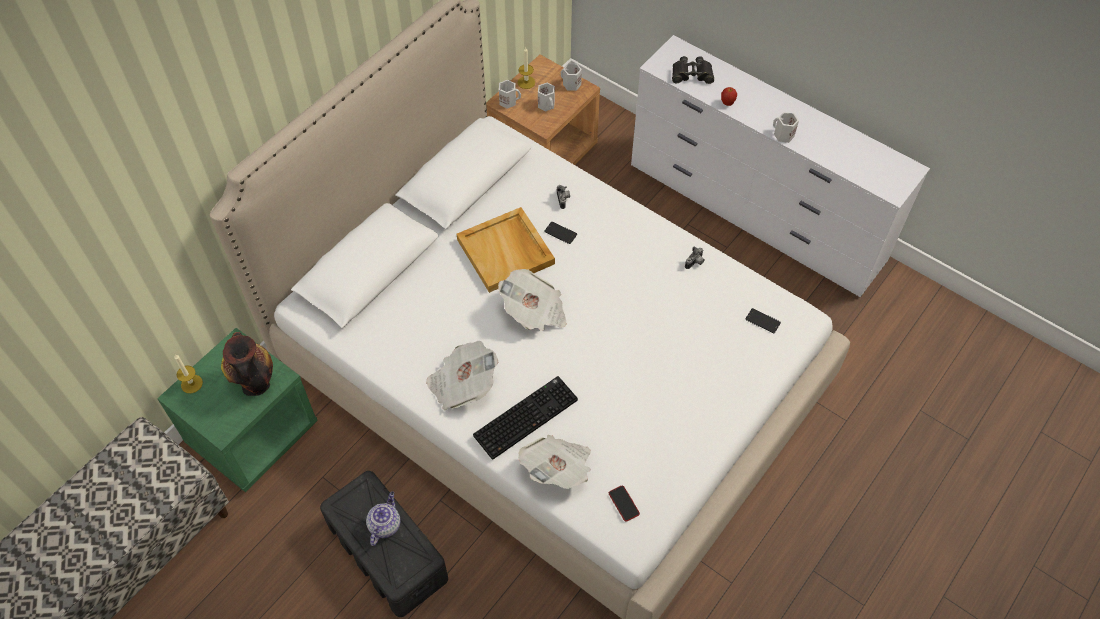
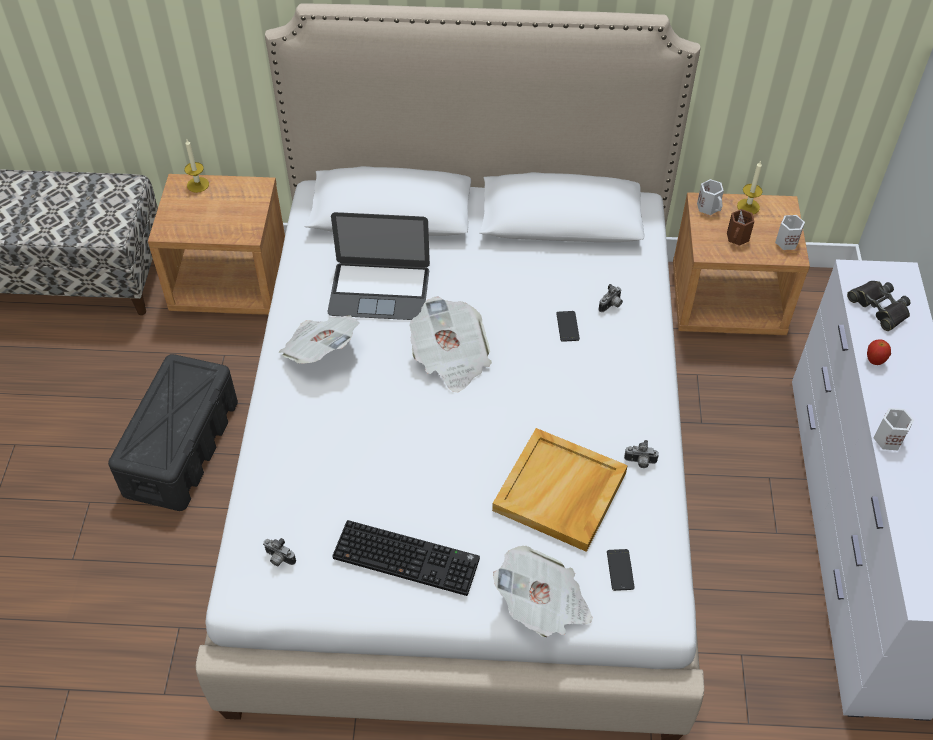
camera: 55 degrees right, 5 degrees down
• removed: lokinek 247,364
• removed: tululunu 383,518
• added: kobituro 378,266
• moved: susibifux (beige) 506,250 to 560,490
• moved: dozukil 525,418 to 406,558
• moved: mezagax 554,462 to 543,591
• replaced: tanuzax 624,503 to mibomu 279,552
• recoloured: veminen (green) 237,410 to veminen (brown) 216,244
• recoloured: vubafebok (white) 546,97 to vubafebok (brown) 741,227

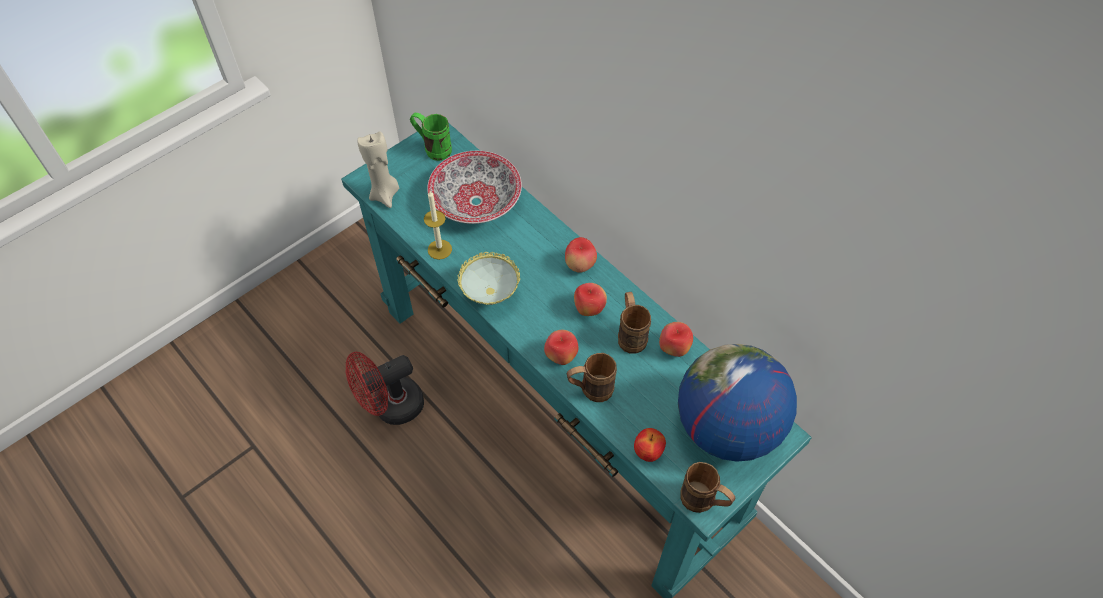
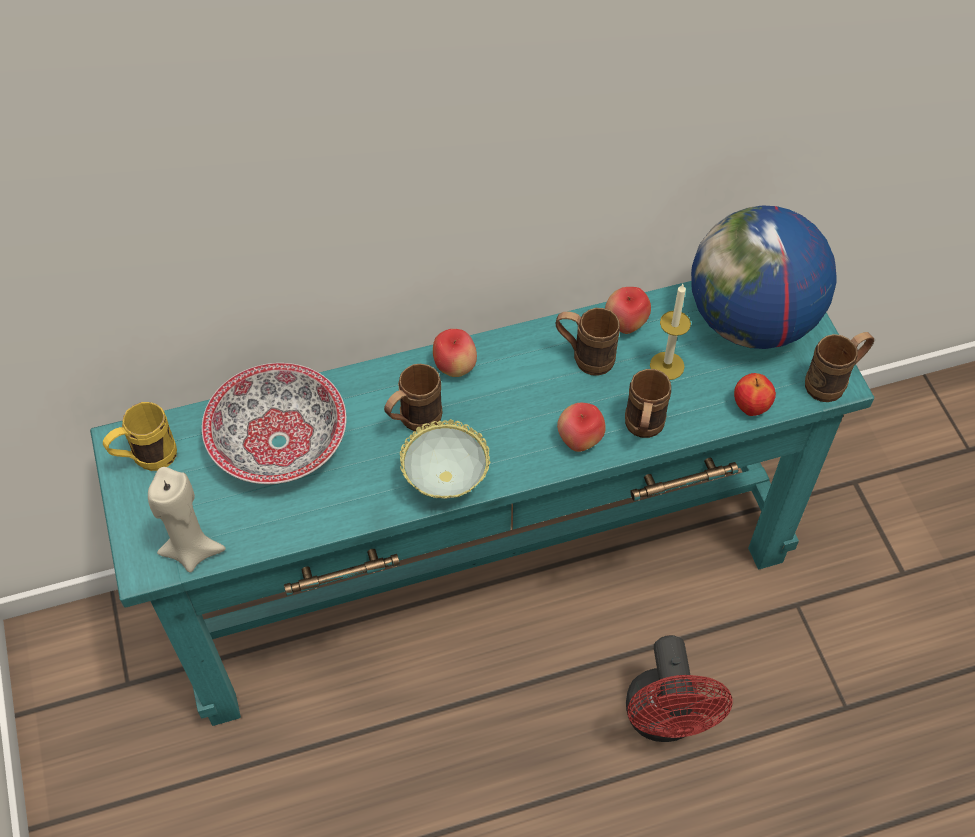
camera: 65 degrees left, 0 degrees up
• removed: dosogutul 590,299
• added: vubafebok (brown) 413,397
• moved: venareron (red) 385,388 to 679,688
• moved: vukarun 438,225 to 670,332
• recoloured: vubafebok (green) 431,137 to vubafebok (yellow) 140,436

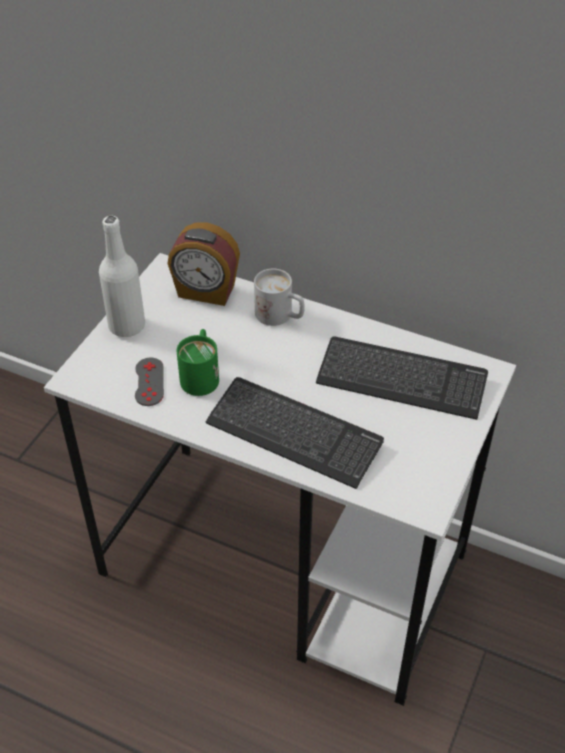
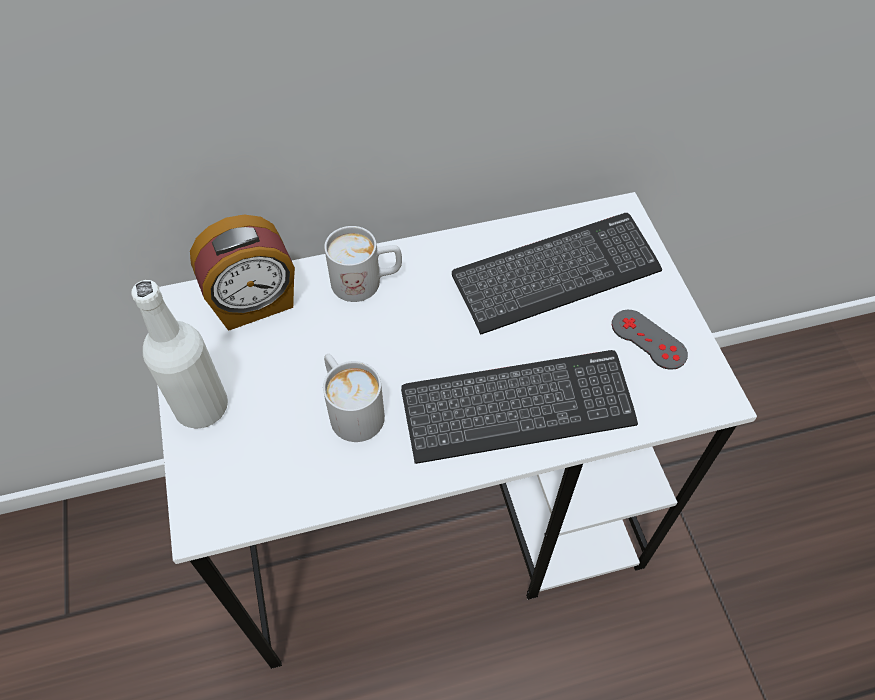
camera: 40 degrees left, 10 degrees up
• moved: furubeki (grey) 149,382 to 650,340
• recoloured: vubafebok (green) 198,362 to vubafebok (white) 354,398

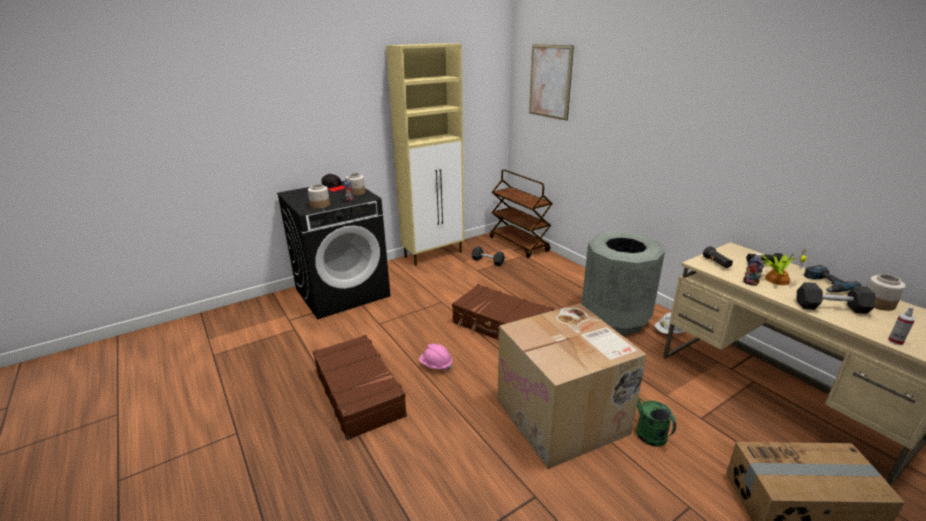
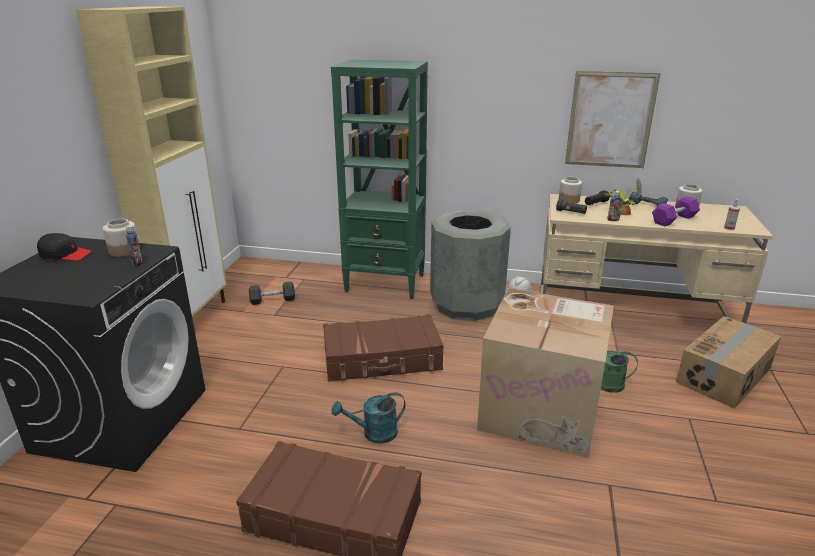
camera: 45 degrees left, 0 degrees up
• removed: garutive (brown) 521,213
• added: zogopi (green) 379,179
• moved: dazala 319,196 to 570,190
• moved: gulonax 551,82 to 612,119
• replaced: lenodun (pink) 435,357 to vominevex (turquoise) 369,418
• recoloured: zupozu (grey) 836,298 to zupozu (purple) 676,211

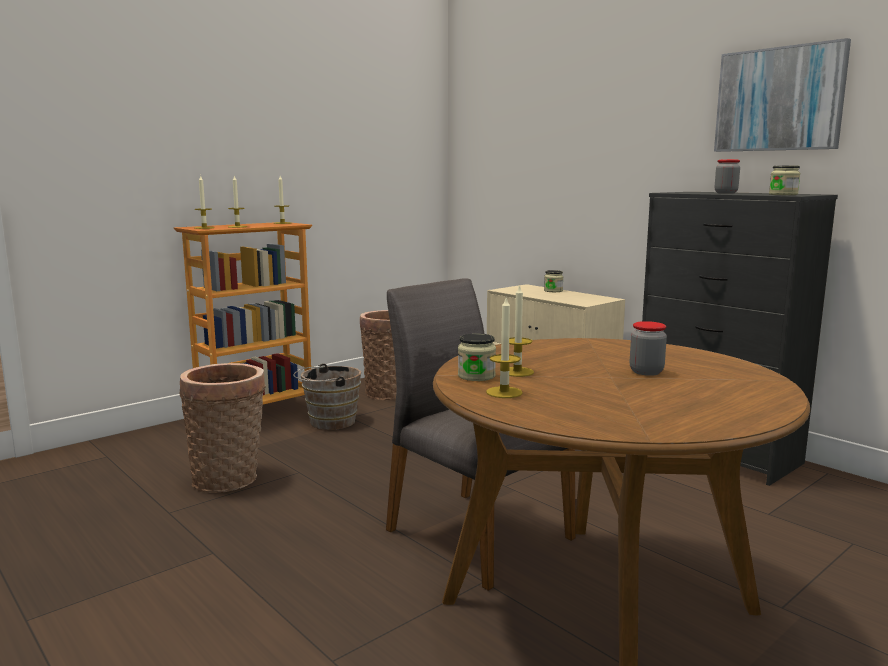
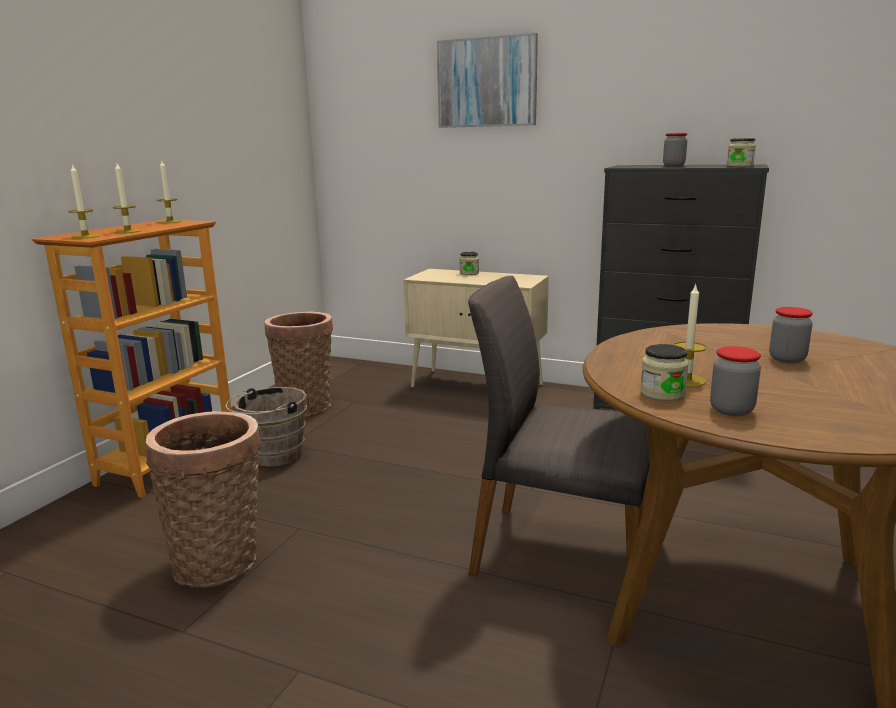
camera: 25 degrees left, 5 degrees up
• moved: gulonax 782,95 to 487,80
• replaced: vukarun 504,348 to dazala 735,381

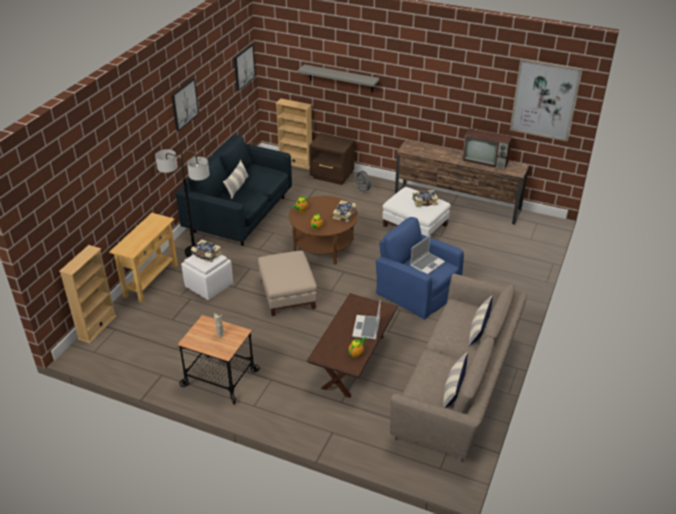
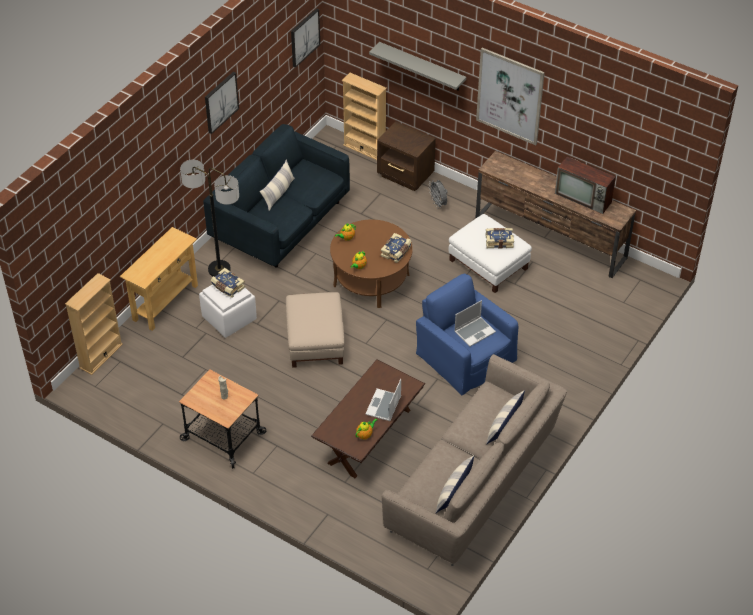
camera: 10 degrees right, 10 degrees up
• moved: gulonax 546,100 to 510,96

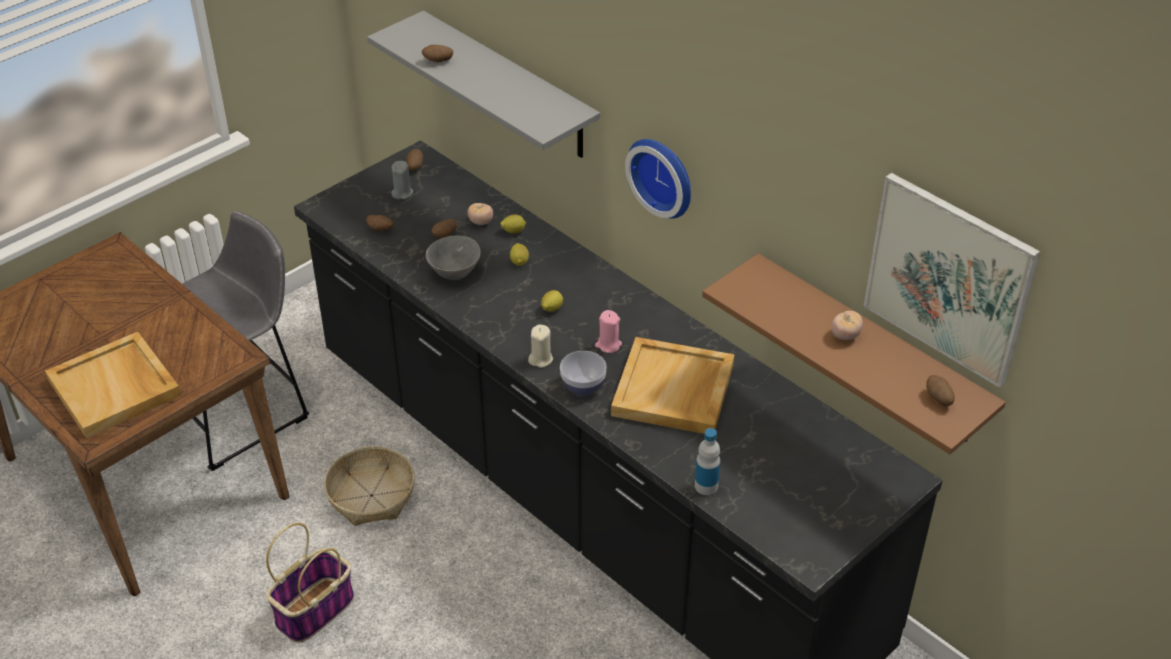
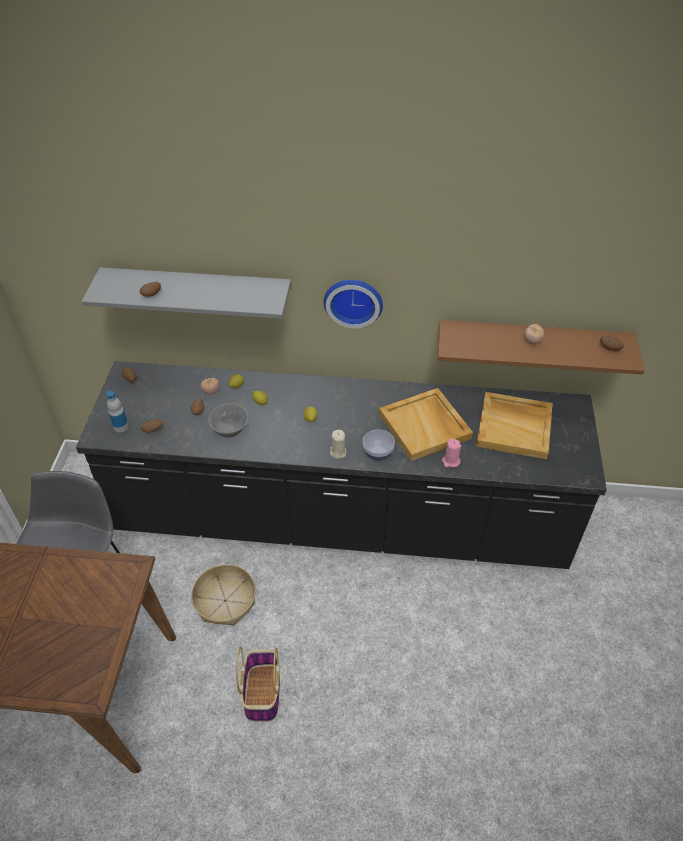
camera: 40 degrees left, 5 degrees up
• removed: vukarun (grey) 402,180
• removed: gulonax 952,280
• moved: susibifux (beige) 113,385 to 514,425
• moved: vukarun (pink) 608,331 to 451,453
• moved: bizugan 707,461 to 117,412

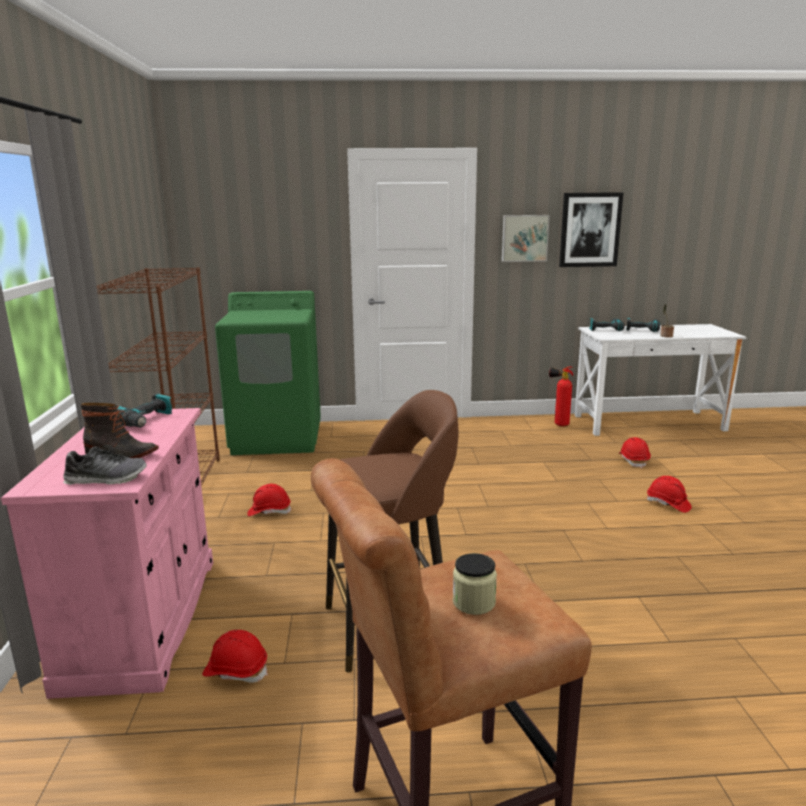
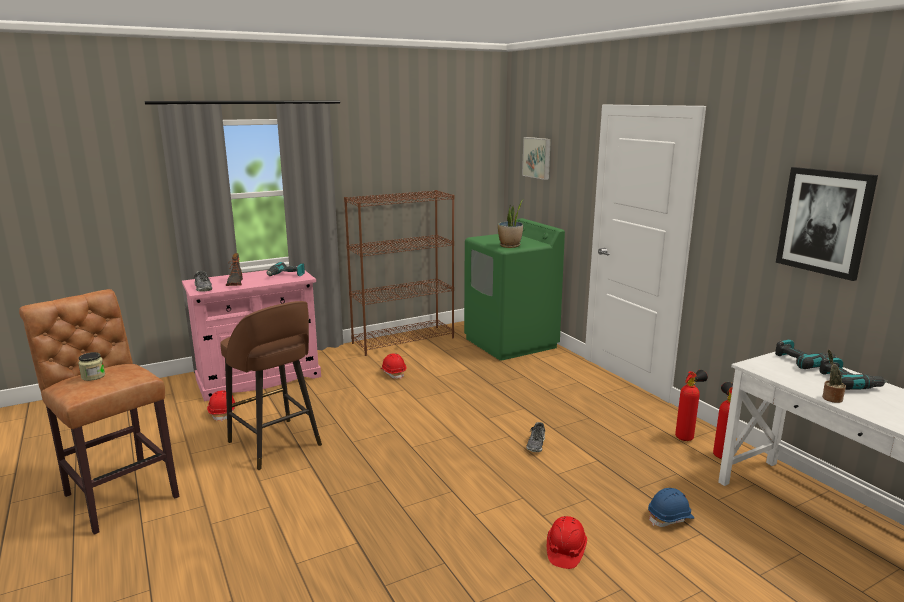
camera: 65 degrees right, 0 degrees up
• added: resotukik 510,224
• added: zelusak 535,437
• added: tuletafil 691,405
• moved: gulonax 526,238 to 536,158
• recoloured: lenodun (red) 635,452 to lenodun (blue) 671,507

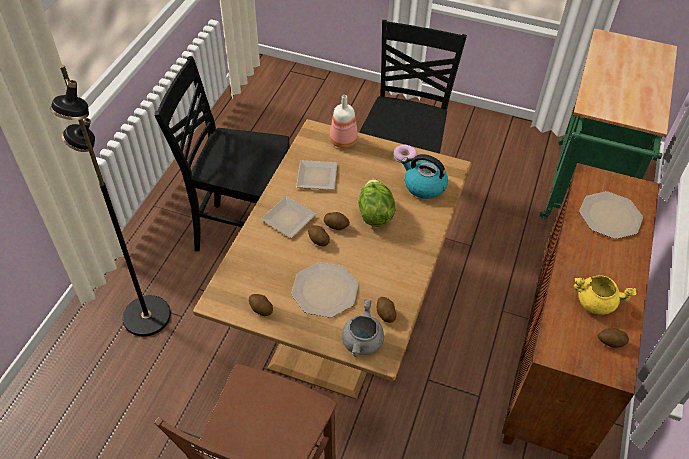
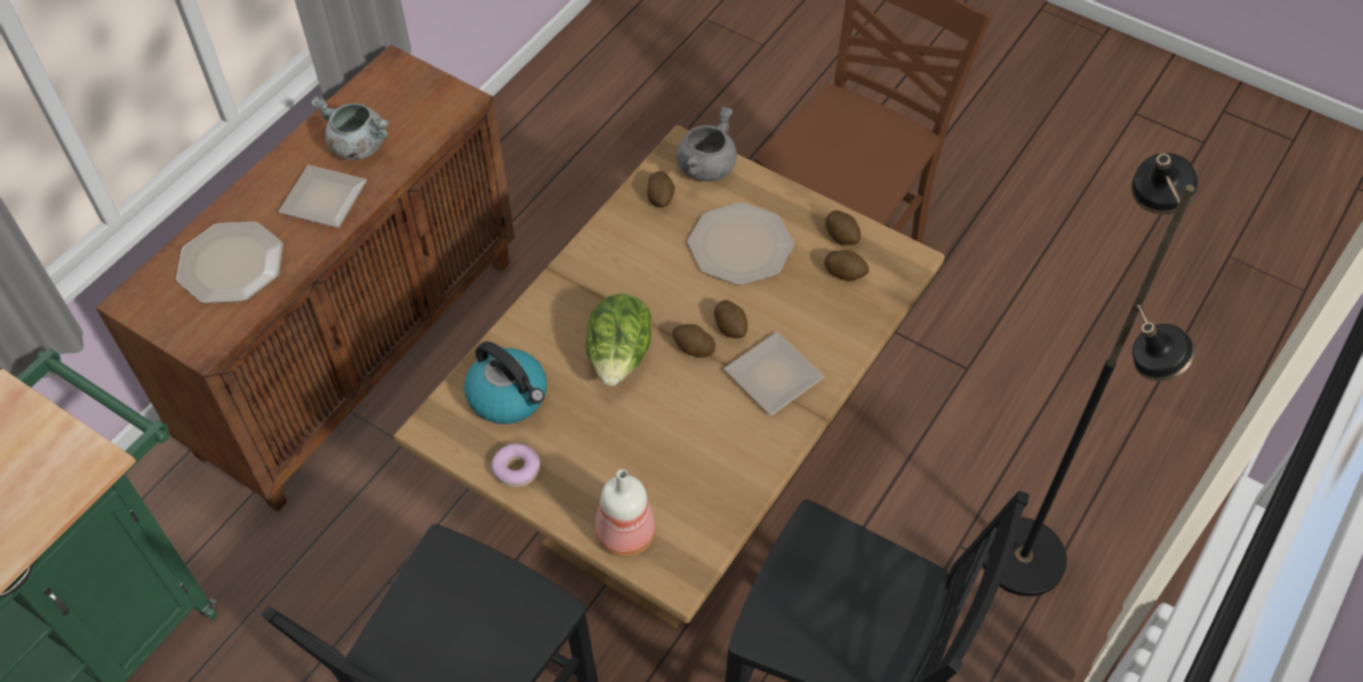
camera: 165 degrees left, 5 degrees up
• moved: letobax 317,175 to 322,196
• moved: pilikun 613,338 to 846,265
• recoloured: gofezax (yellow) 605,295 to gofezax (grey) 350,128

